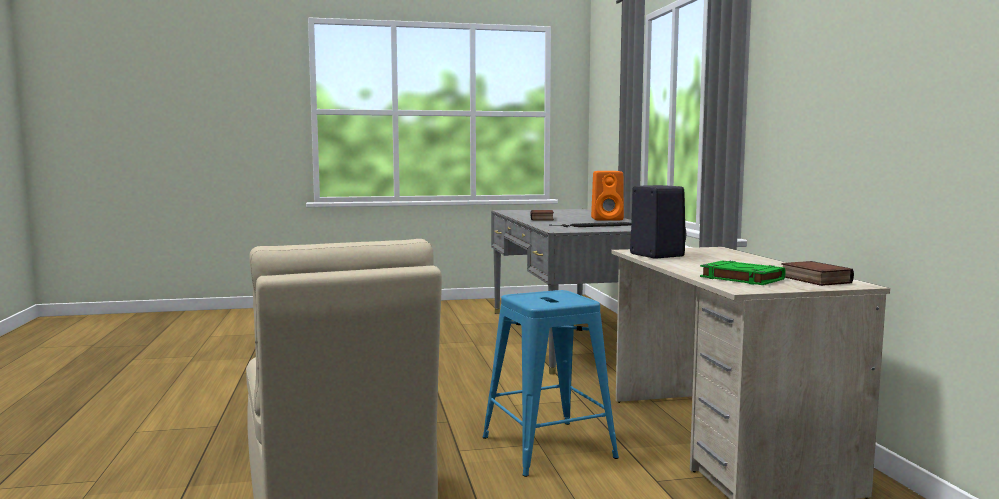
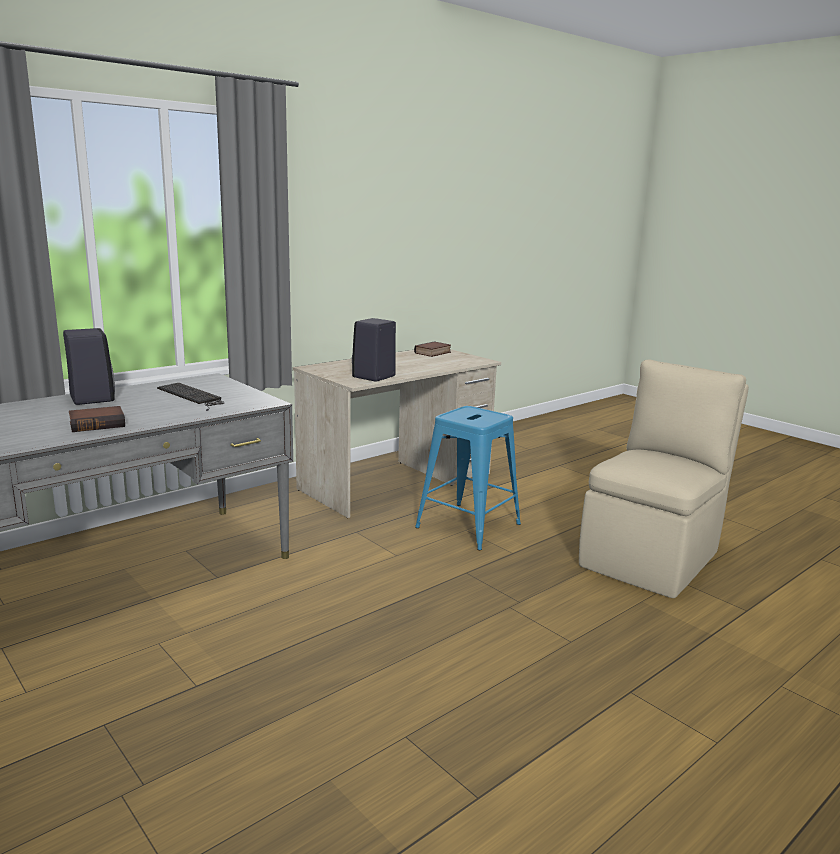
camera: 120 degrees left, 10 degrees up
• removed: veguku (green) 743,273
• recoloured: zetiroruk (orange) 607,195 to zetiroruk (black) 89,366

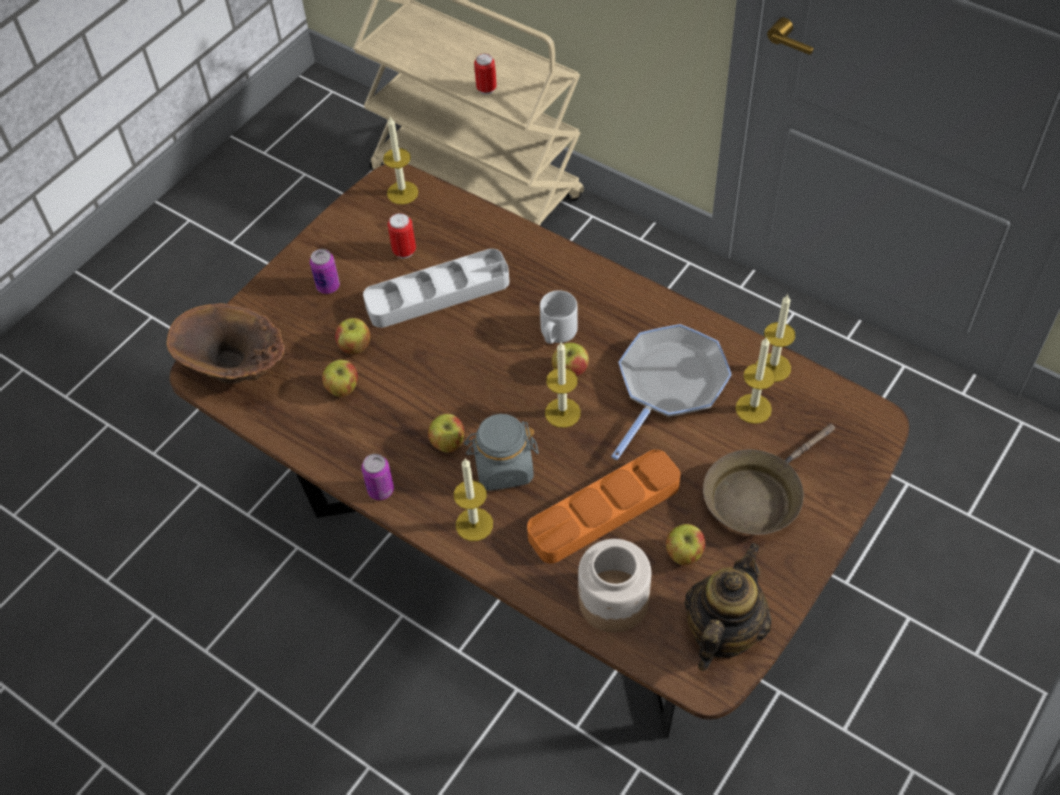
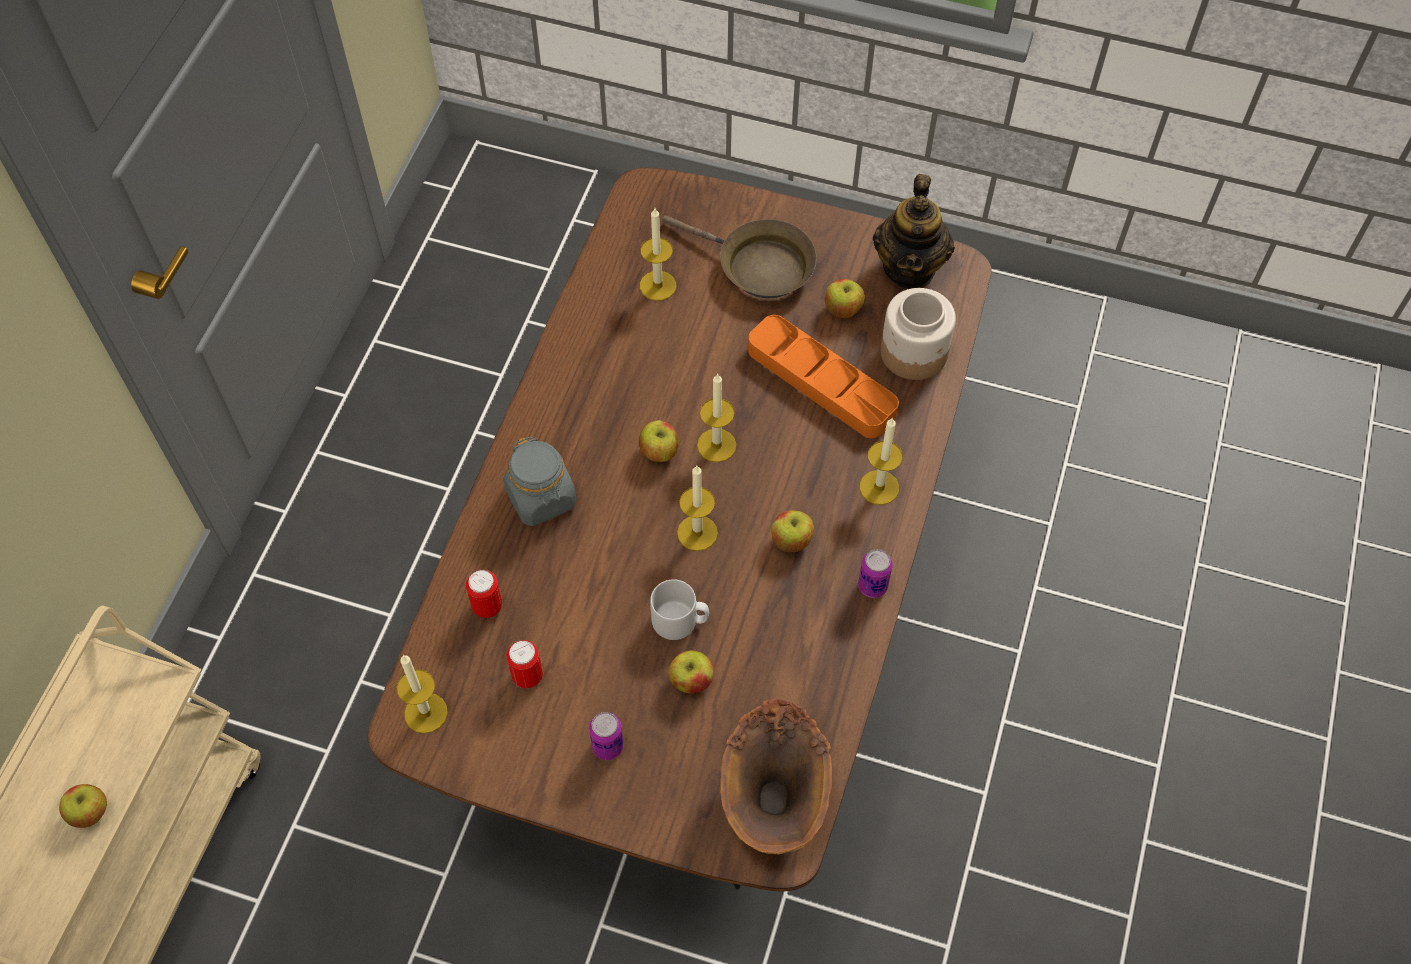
camera: 110 degrees left, 5 degrees up
• removed: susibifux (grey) 436,288
• removed: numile 671,392
• moved: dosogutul 340,378 to 83,806
• moved: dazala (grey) 501,452 to 540,481
• moved: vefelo 485,74 to 484,594
• moved: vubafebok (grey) 559,317 to 679,609
• moved: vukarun 775,338 to 697,508
• turned: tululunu 728,607 = 914,231 90 degrees counterclockwise

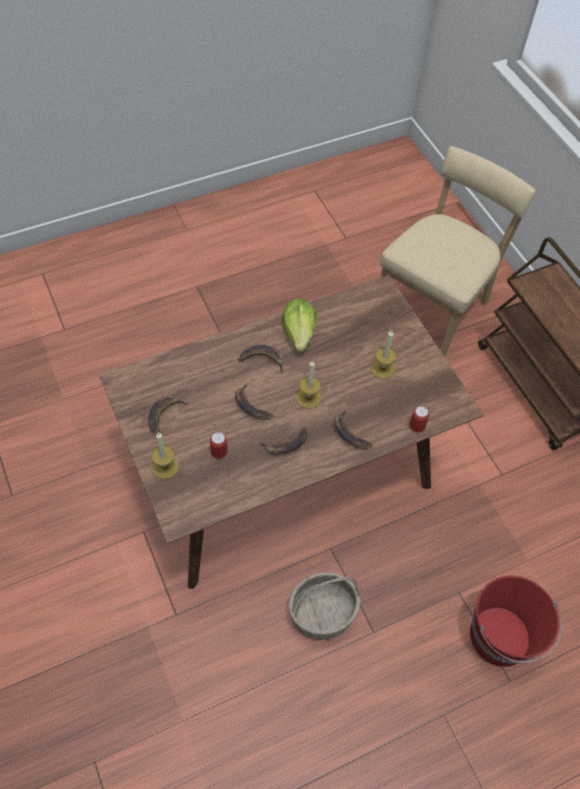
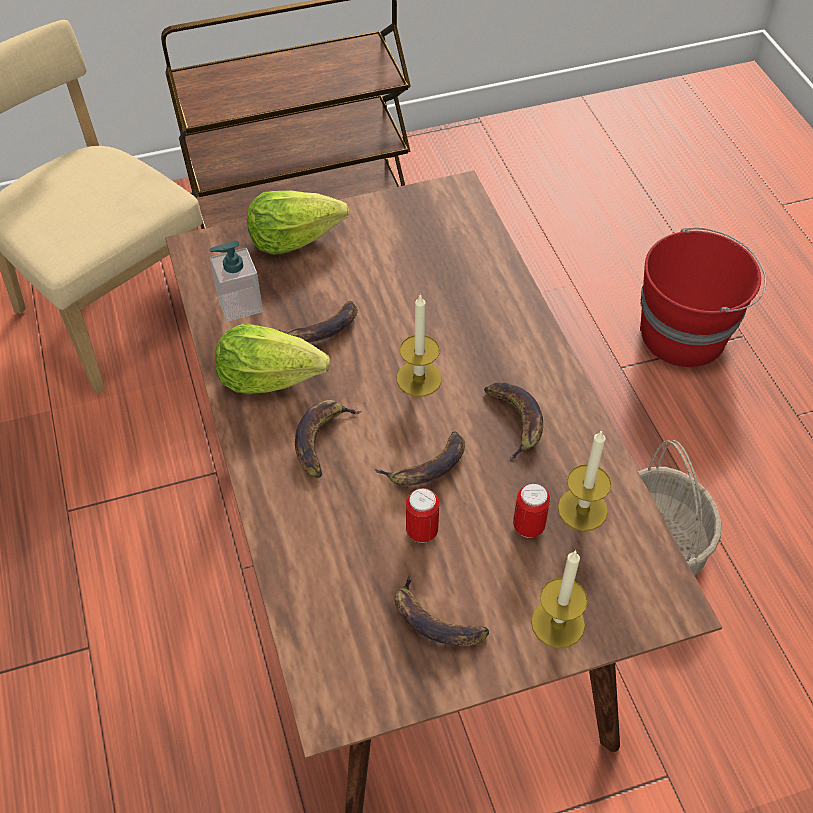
camera: 80 degrees left, 5 degrees down
• added: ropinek 236,281
• added: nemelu 298,223
• moved: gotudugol 353,429 to 317,322
• moved: vukarun 383,354 to 584,480
• moved: vefelo 419,419 to 422,515

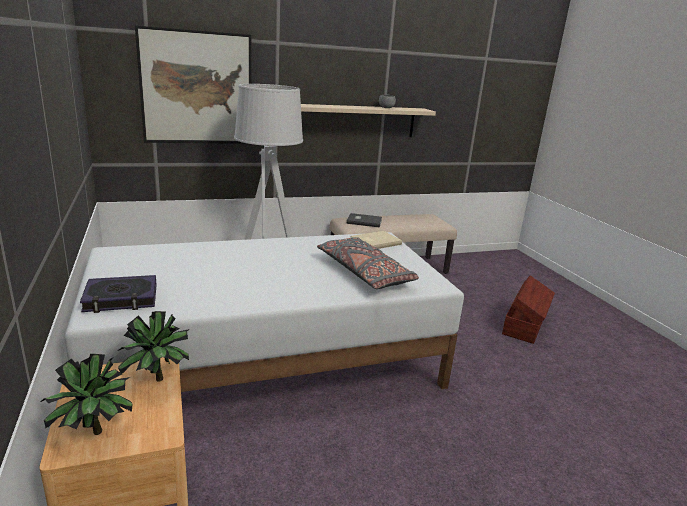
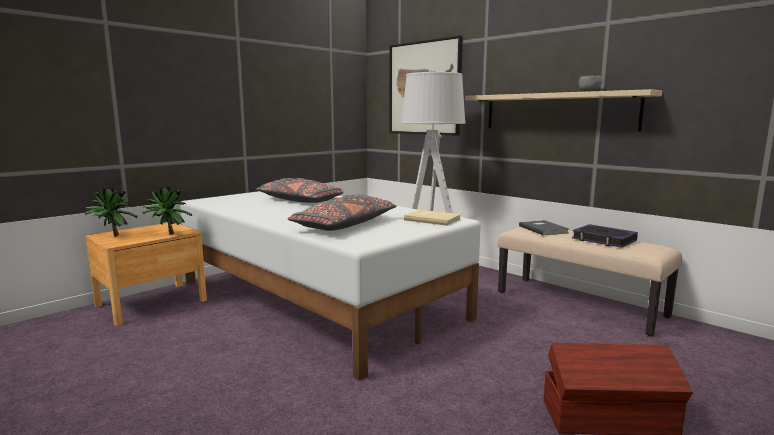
camera: 65 degrees right, 10 degrees down
• added: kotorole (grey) 300,190
• moved: veguku 118,294 to 605,236

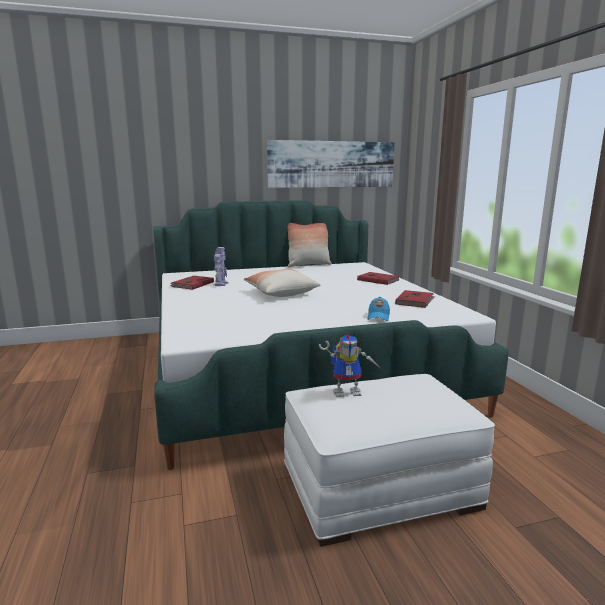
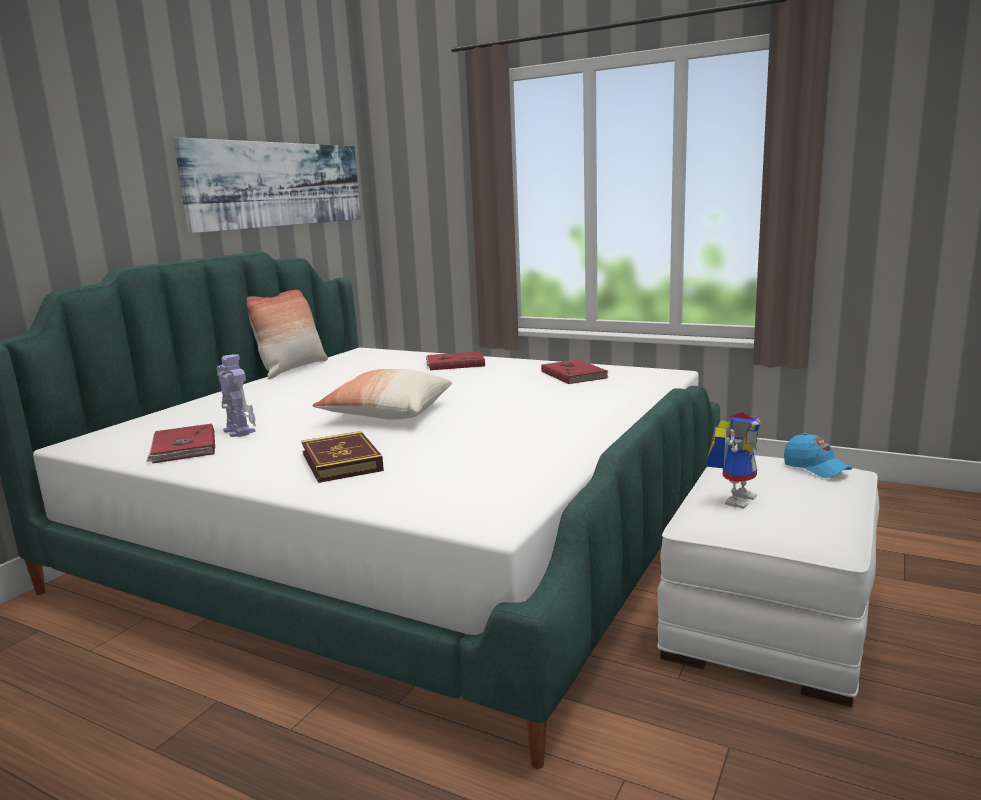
camera: 45 degrees left, 0 degrees up
• added: veguku 343,457
• moved: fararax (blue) 378,309 to 818,455

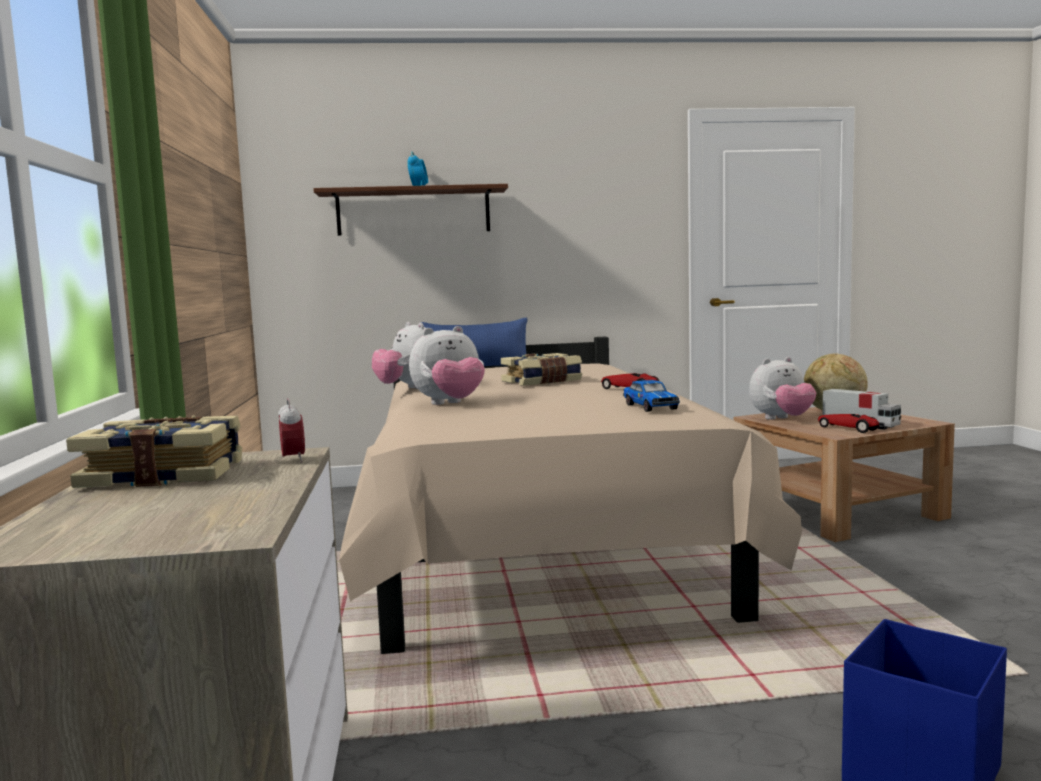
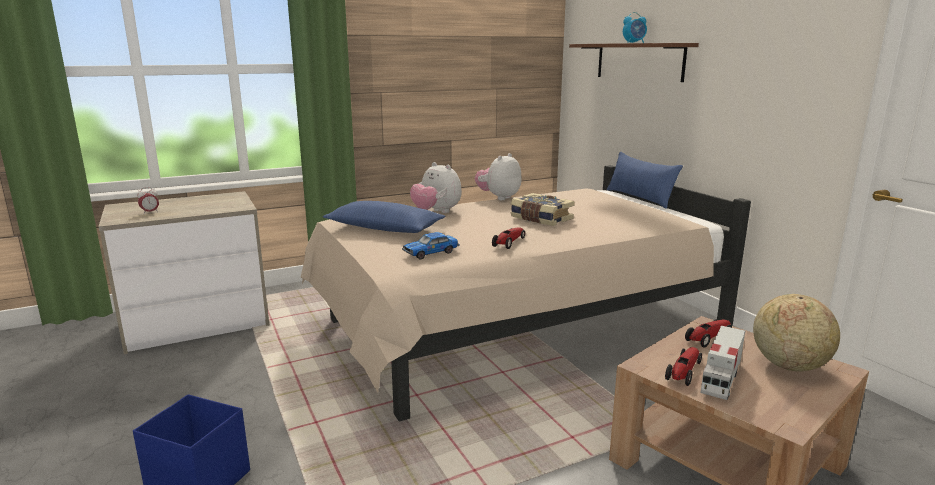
camera: 70 degrees right, 10 degrees up
• removed: veguku 154,451
• added: kotorole (blue) 384,217
• moved: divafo 291,430 to 148,200
• replaced: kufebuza 782,388 to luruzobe 708,333

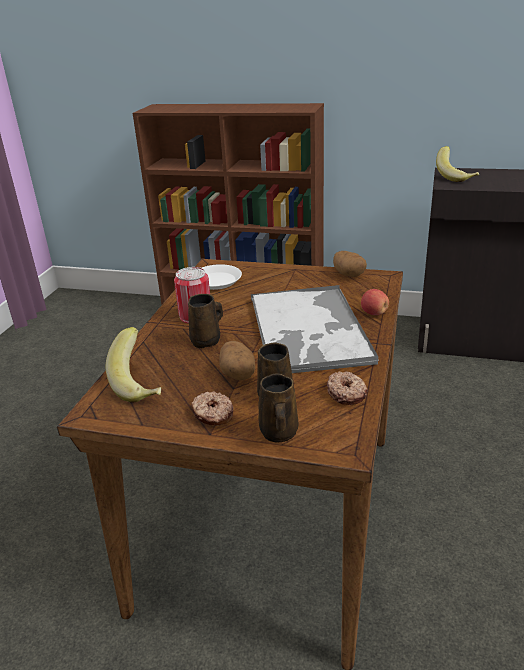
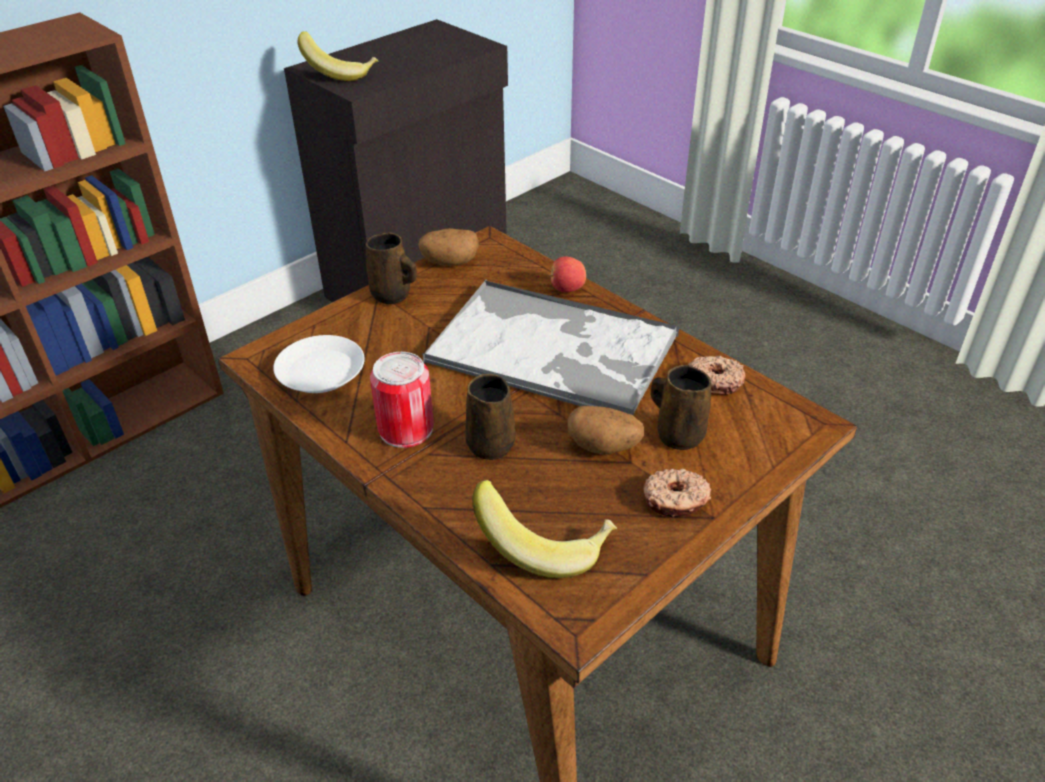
camera: 60 degrees left, 10 degrees up
• moved: vubafebok (brown) 278,407 to 391,268

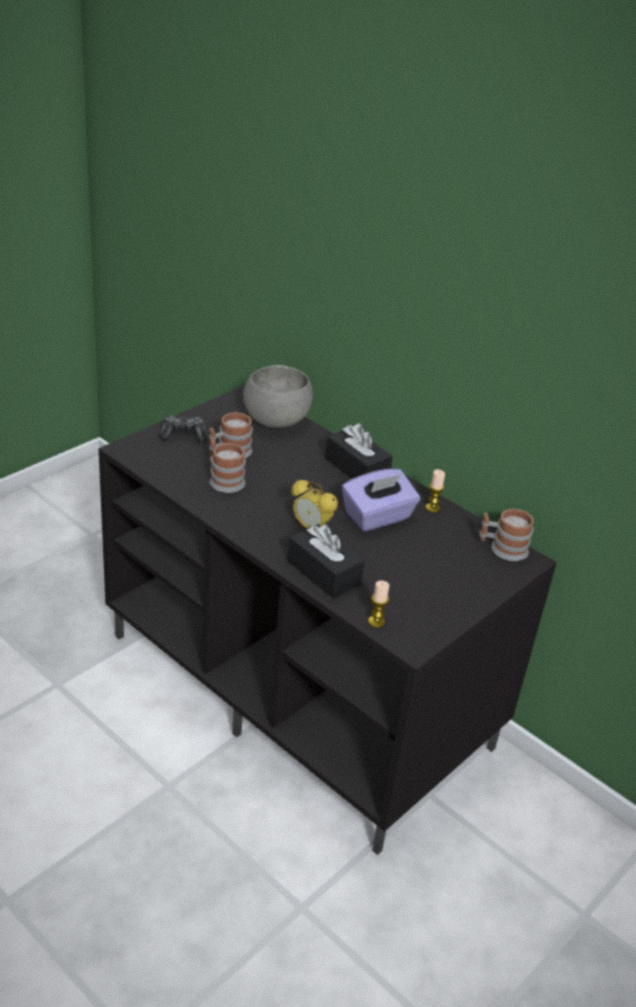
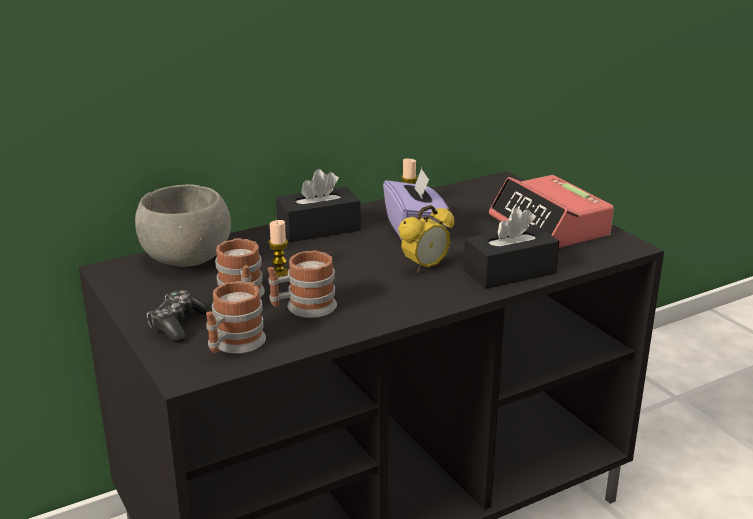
camera: 70 degrees left, 10 degrees down
• added: divafo 551,211
• moved: vukarun 379,604 to 278,248
• moved: vubafebok 506,535 to 236,317

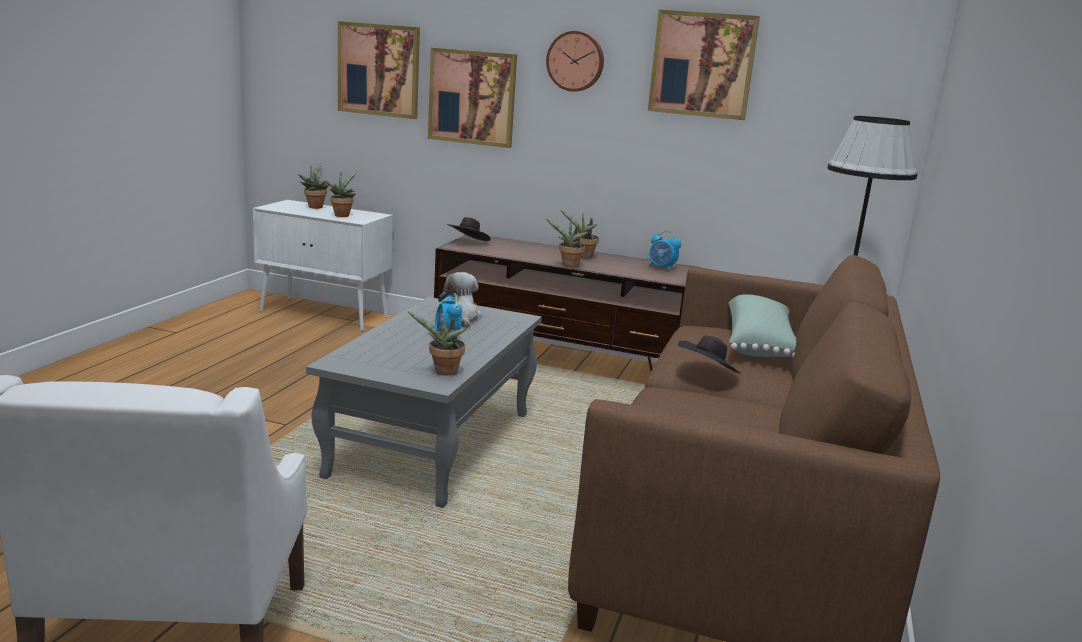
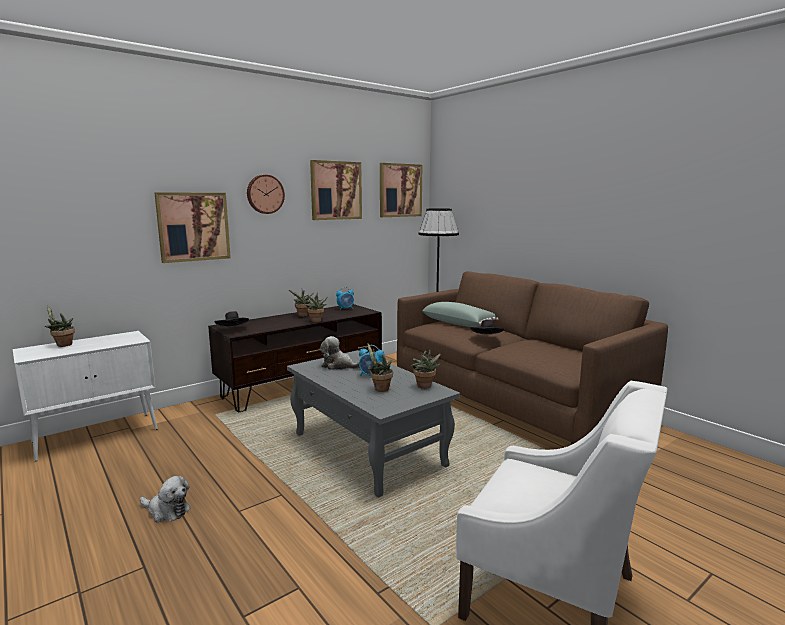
camera: 55 degrees left, 5 degrees down
• added: kufebuza 165,499
• moved: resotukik 340,194 to 380,368
• moved: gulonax 379,70 to 401,190

